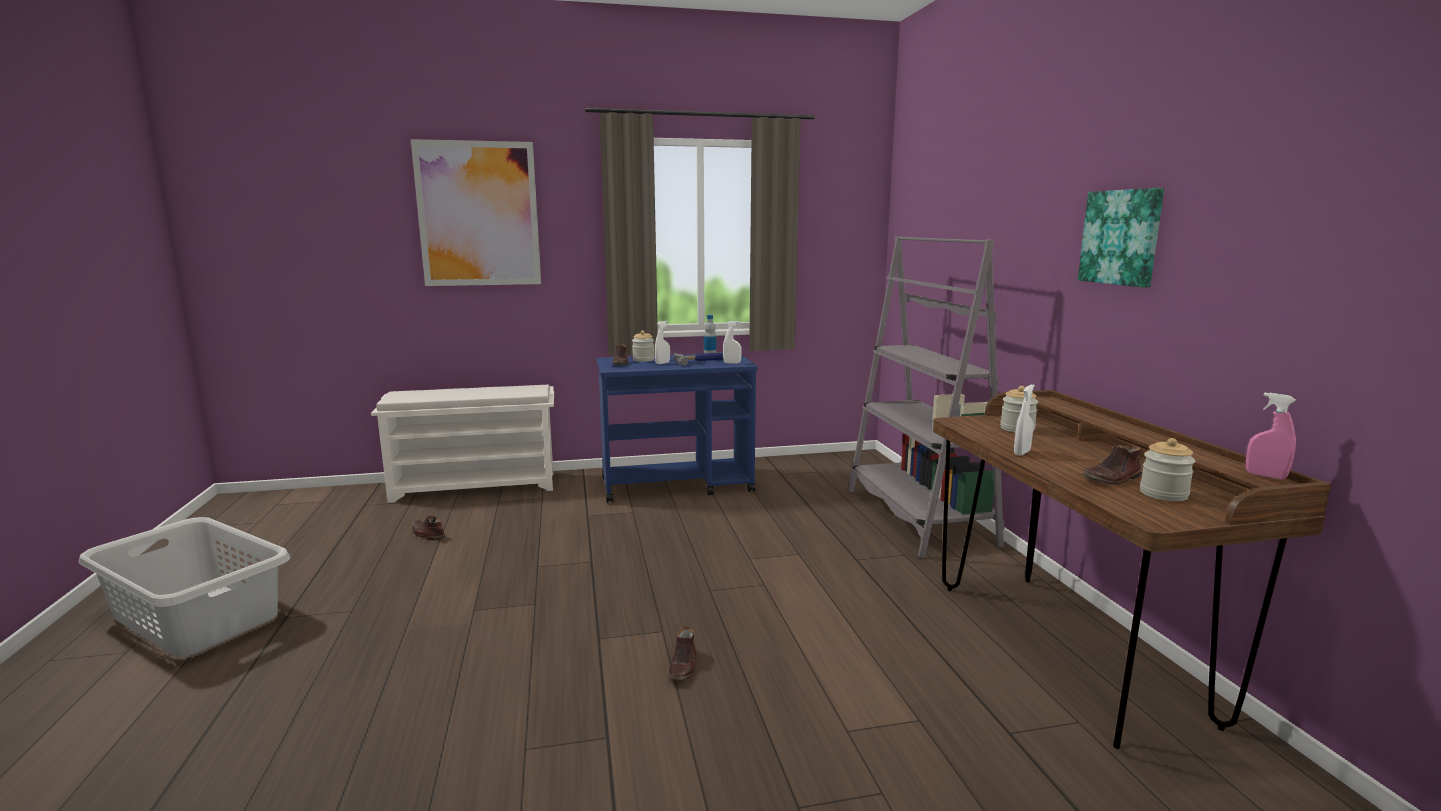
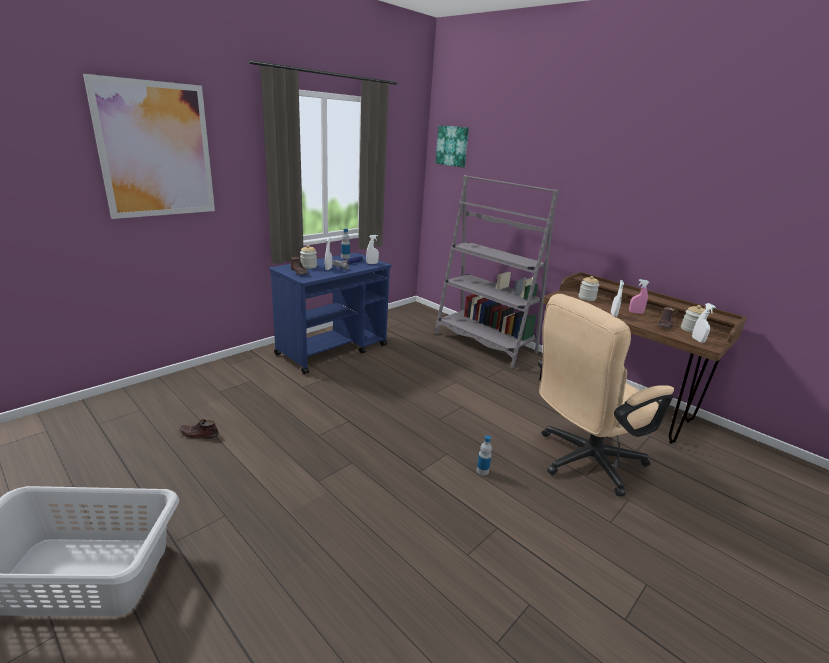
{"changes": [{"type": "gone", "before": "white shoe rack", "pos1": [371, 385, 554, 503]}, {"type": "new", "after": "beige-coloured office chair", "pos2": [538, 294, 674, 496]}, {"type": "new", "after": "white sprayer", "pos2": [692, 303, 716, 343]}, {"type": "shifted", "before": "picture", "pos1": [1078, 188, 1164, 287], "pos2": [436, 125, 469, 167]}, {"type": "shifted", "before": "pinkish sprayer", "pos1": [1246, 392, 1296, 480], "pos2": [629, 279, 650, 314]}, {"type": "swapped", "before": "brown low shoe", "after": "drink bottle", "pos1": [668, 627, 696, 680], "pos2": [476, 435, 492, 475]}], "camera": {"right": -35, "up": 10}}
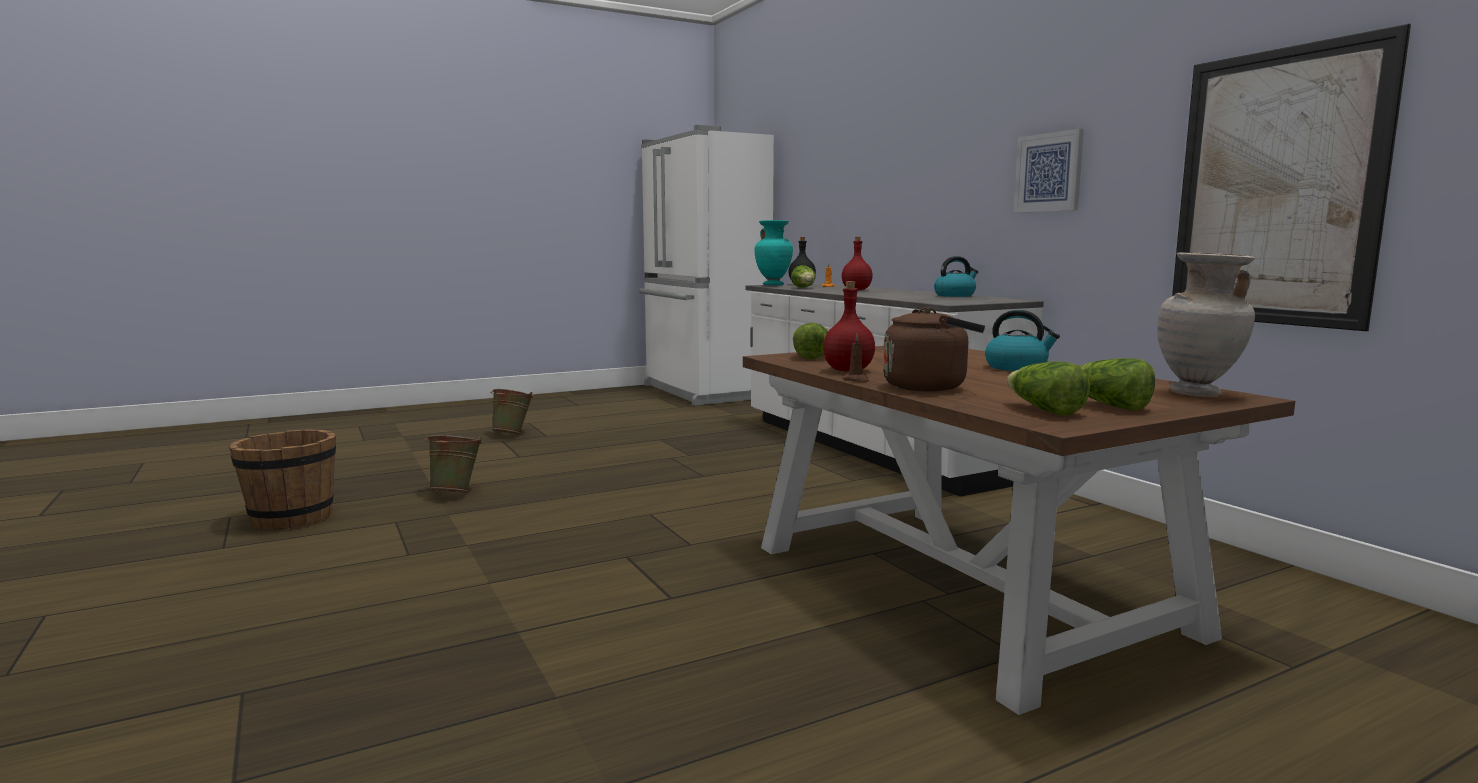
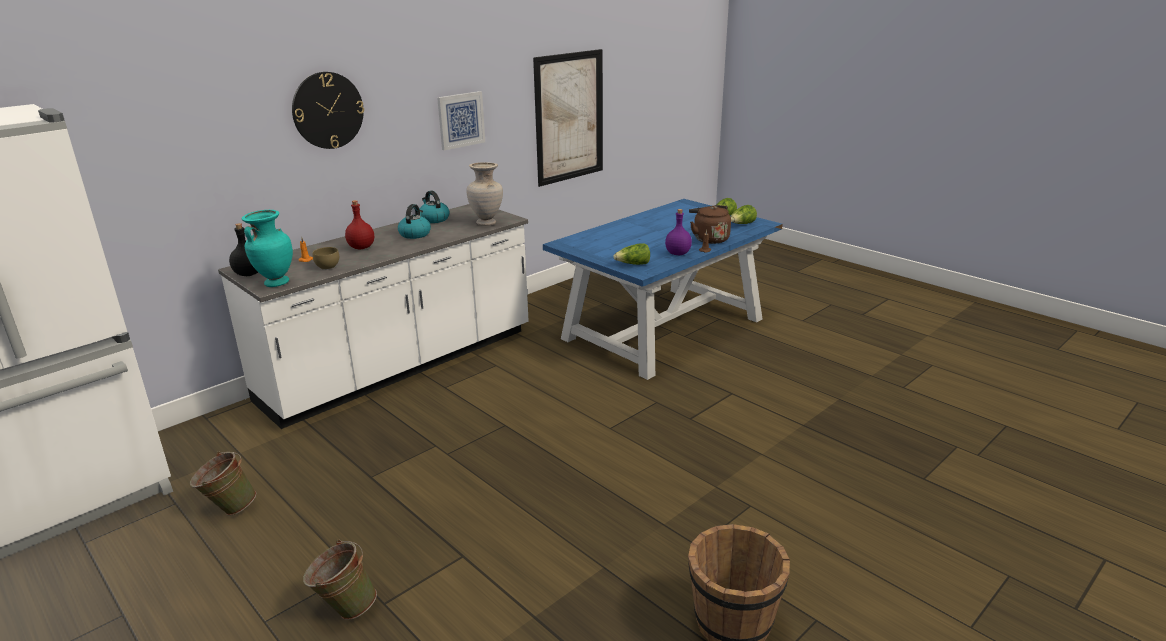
{"changes": [{"type": "new", "after": "hanging clock", "pos2": [292, 72, 364, 149]}, {"type": "shifted", "before": "green-coloured bucket", "pos1": [425, 435, 482, 492], "pos2": [190, 452, 257, 516]}, {"type": "shifted", "before": "tea kettle", "pos1": [985, 310, 1060, 371], "pos2": [398, 204, 431, 239]}, {"type": "shifted", "before": "beige-coloured decorative vase", "pos1": [1157, 252, 1255, 397], "pos2": [467, 162, 503, 226]}, {"type": "swapped", "before": "lettuce head", "after": "brown serving bowl", "pos1": [791, 265, 816, 288], "pos2": [312, 247, 339, 270]}, {"type": "repainted", "before": "brown dinner table", "after": "blue dinner table", "pos1": [743, 346, 1295, 715], "pos2": [543, 199, 783, 380]}, {"type": "repainted", "before": "reddish drink bottle", "after": "purple-coloured drink bottle", "pos1": [823, 281, 875, 372], "pos2": [665, 209, 692, 255]}], "camera": {"right": -105, "up": 15}}
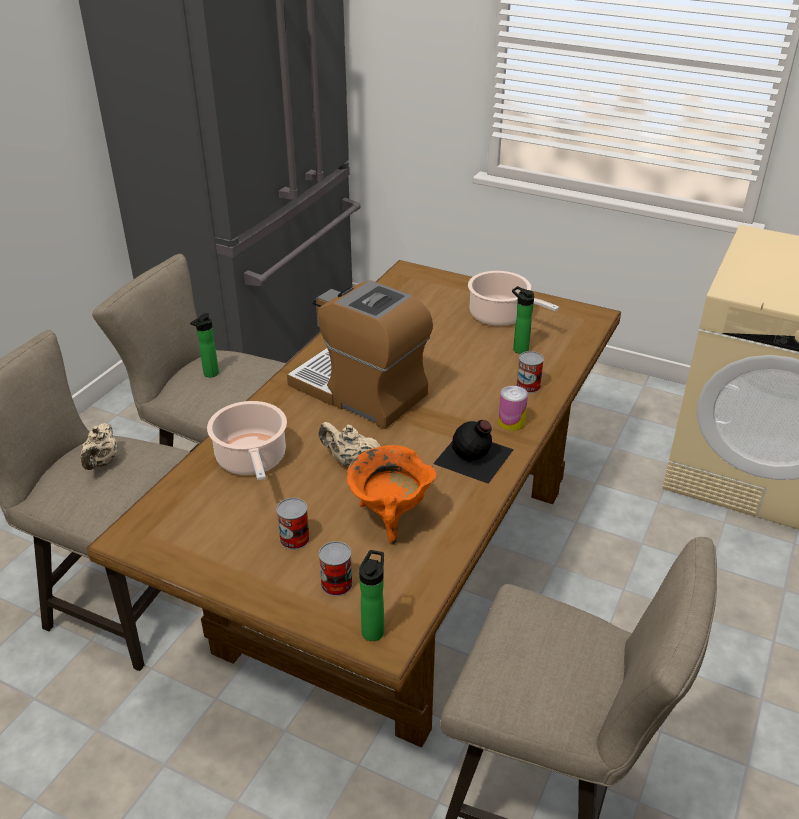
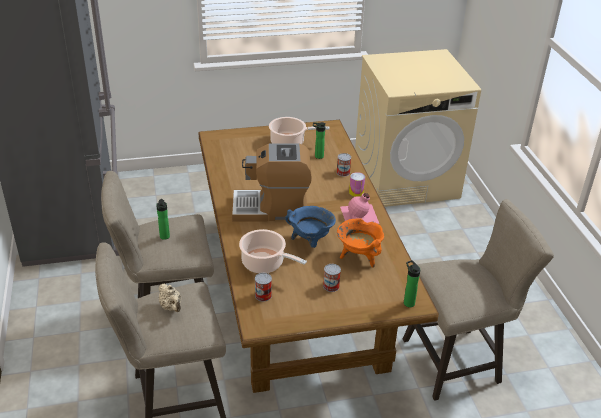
{"changes": [{"type": "shifted", "before": "can", "pos1": [319, 541, 353, 596], "pos2": [255, 273, 272, 302]}, {"type": "swapped", "before": "beige-coloured tea pot", "after": "blue saucepot", "pos1": [319, 422, 381, 467], "pos2": [285, 206, 336, 248]}, {"type": "repainted", "before": "blackish drink bottle", "after": "pinkish drink bottle", "pos1": [433, 420, 514, 484], "pos2": [340, 193, 379, 224]}], "camera": {"right": -40, "up": 0}}
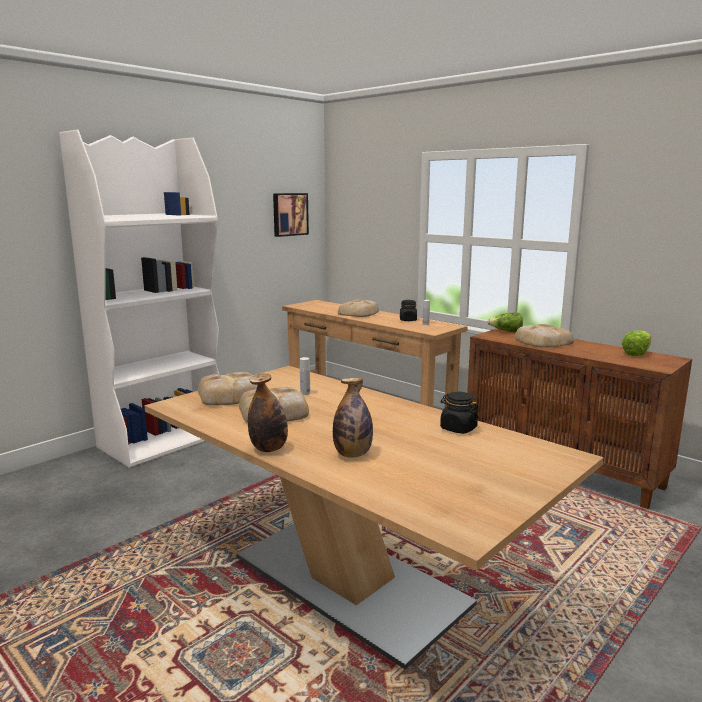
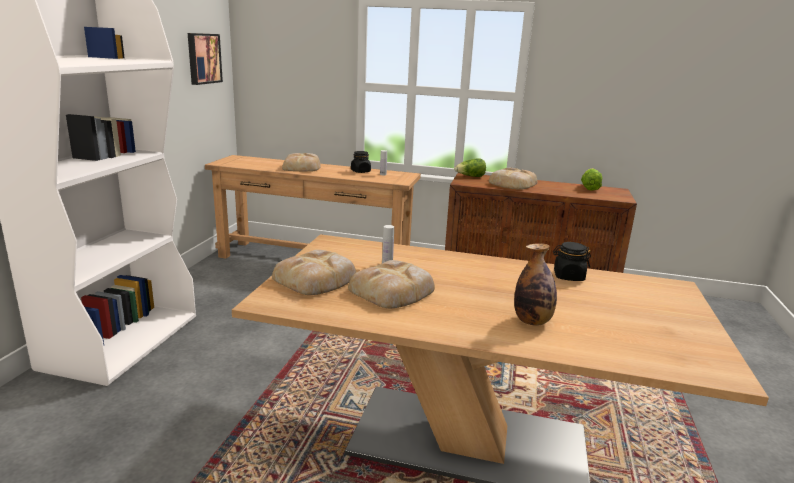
{"changes": [{"type": "gone", "before": "drink bottle", "pos1": [248, 373, 288, 452]}], "camera": {"right": -30, "up": 5}}
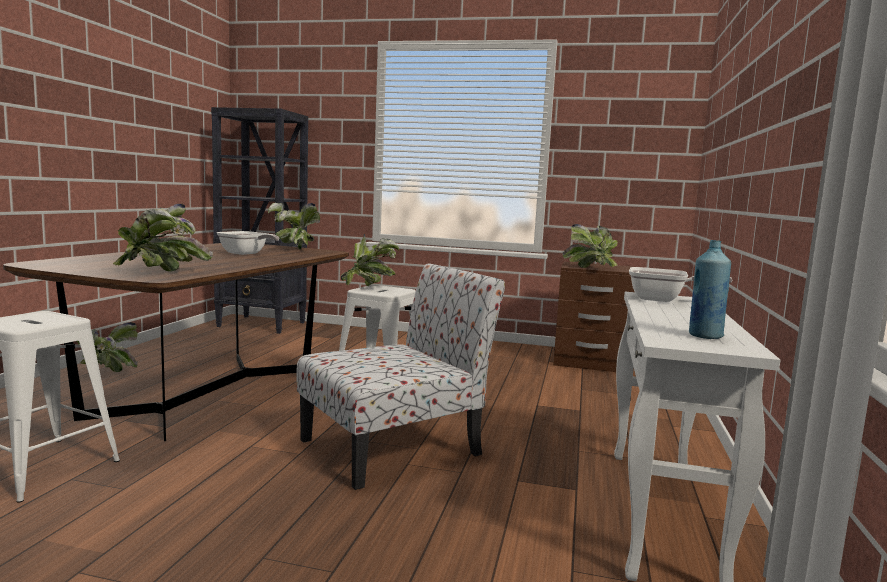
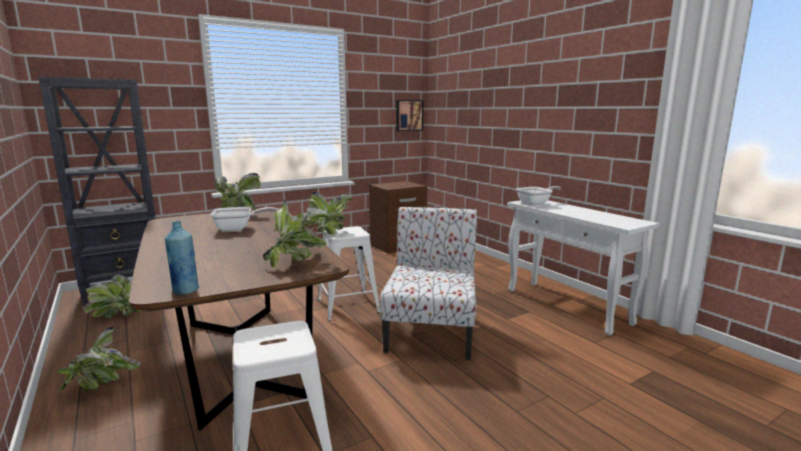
{"changes": [{"type": "new", "after": "picture", "pos2": [396, 100, 423, 131]}, {"type": "shifted", "before": "plant in a pot", "pos1": [562, 224, 618, 268], "pos2": [83, 274, 141, 318]}, {"type": "shifted", "before": "blue drink bottle", "pos1": [689, 240, 731, 339], "pos2": [165, 221, 199, 295]}], "camera": {"right": -45, "up": 5}}
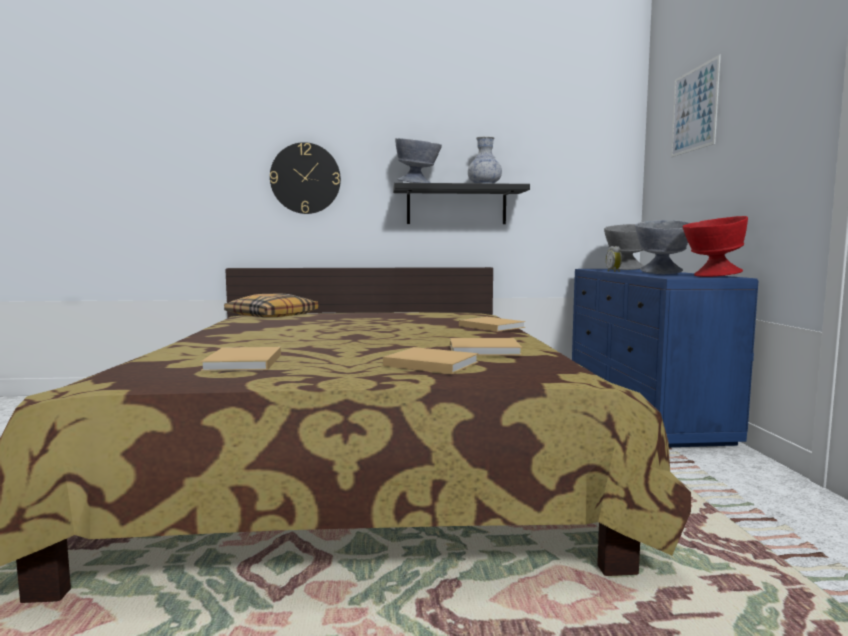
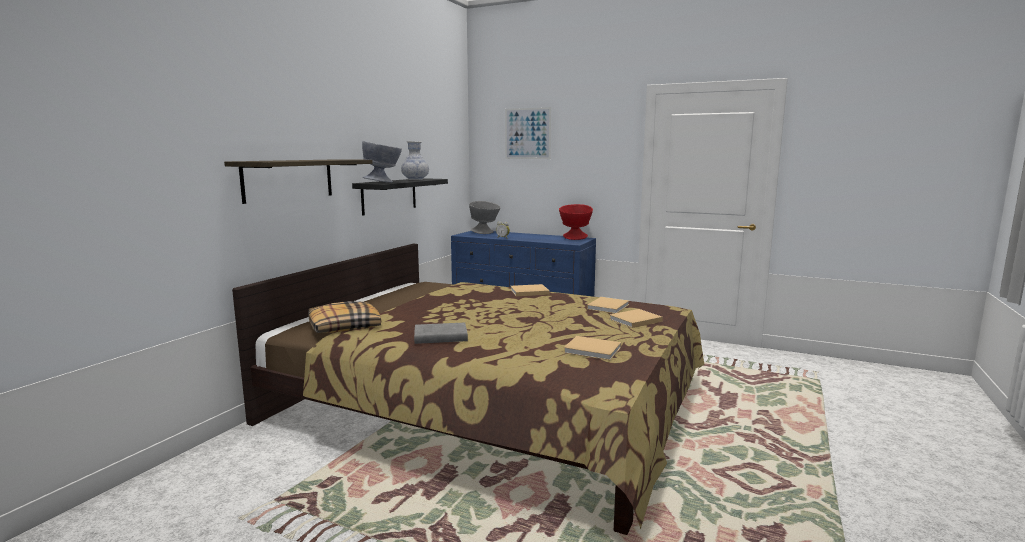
{"changes": [{"type": "gone", "before": "grey serving bowl", "pos1": [635, 220, 690, 274]}, {"type": "new", "after": "grey volume", "pos2": [414, 322, 468, 344]}, {"type": "swapped", "before": "hanging clock", "after": "bracket shelf", "pos1": [270, 142, 341, 214], "pos2": [224, 159, 372, 204]}], "camera": {"right": -60, "up": 5}}
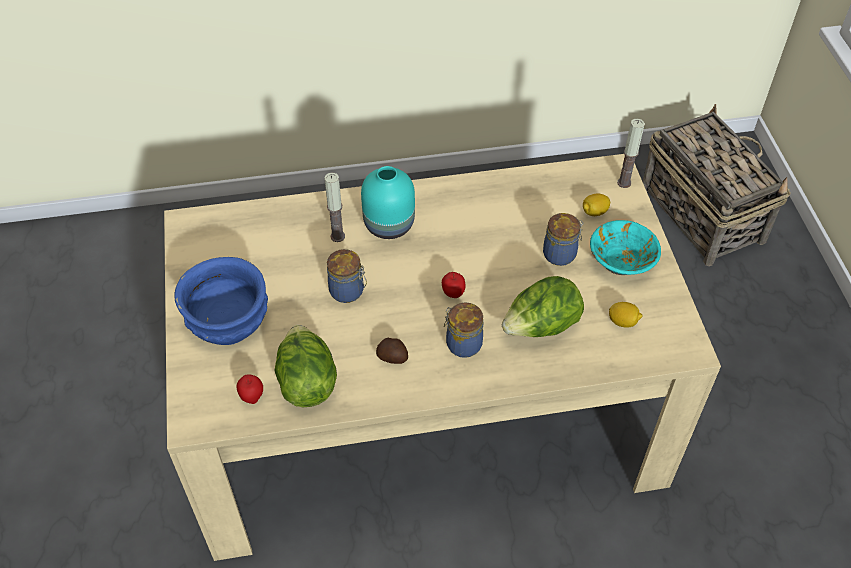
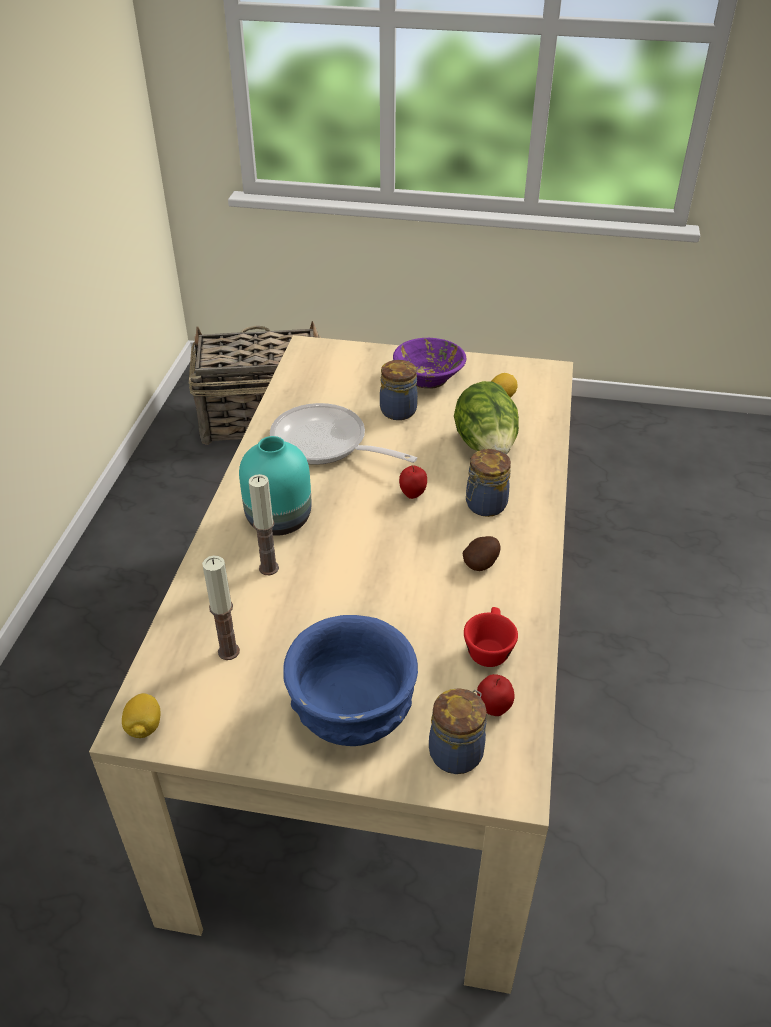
{"changes": [{"type": "new", "after": "frying pan", "pos2": [270, 403, 417, 465]}, {"type": "shifted", "before": "preserve jar", "pos1": [327, 249, 367, 303], "pos2": [429, 688, 487, 774]}, {"type": "shifted", "before": "lemon", "pos1": [583, 194, 610, 216], "pos2": [122, 693, 161, 738]}, {"type": "shifted", "before": "candle", "pos1": [617, 119, 645, 188], "pos2": [202, 555, 240, 660]}, {"type": "swapped", "before": "lettuce head", "after": "reddish small cup", "pos1": [275, 325, 337, 407], "pos2": [464, 607, 518, 667]}, {"type": "repainted", "before": "blue-green serving bowl", "after": "purple-coloured serving bowl", "pos1": [590, 220, 661, 275], "pos2": [393, 338, 466, 389]}], "camera": {"right": -70, "up": -10}}
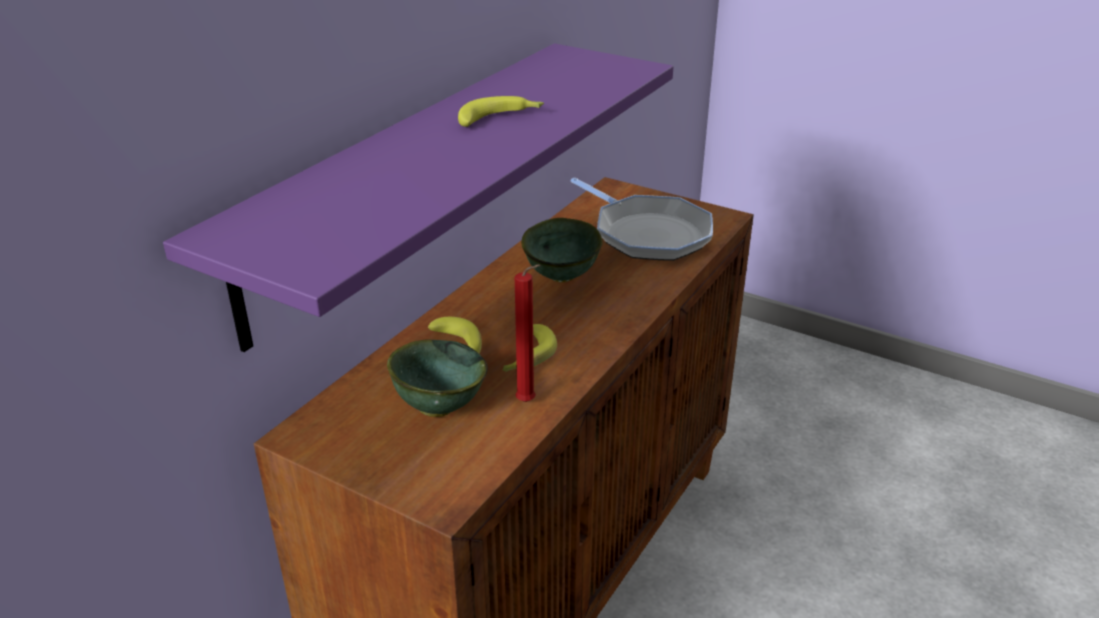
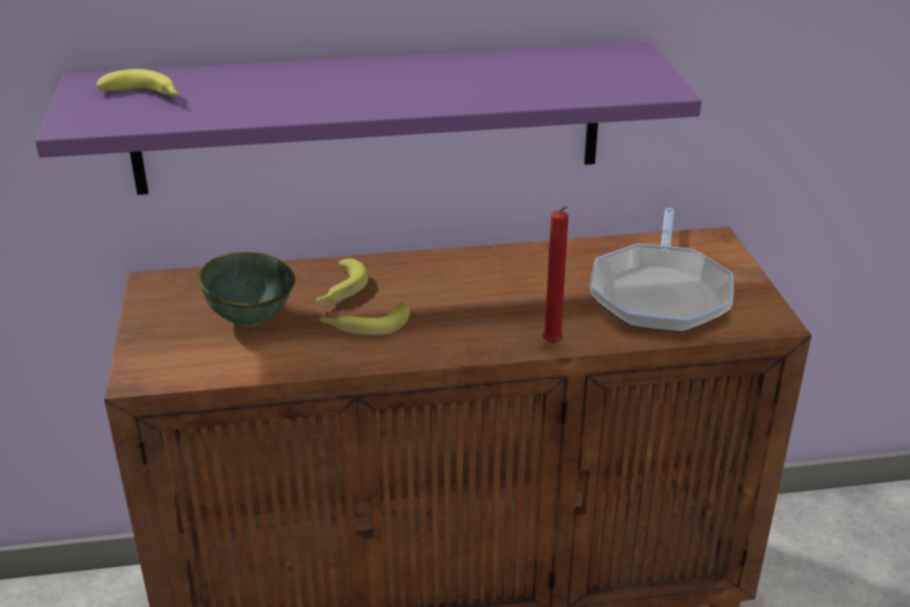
{"changes": [{"type": "gone", "before": "green-coloured serving bowl", "pos1": [521, 218, 603, 282]}, {"type": "shifted", "before": "banana", "pos1": [458, 96, 544, 127], "pos2": [97, 69, 179, 97]}, {"type": "shifted", "before": "reddish candle", "pos1": [515, 264, 541, 402], "pos2": [543, 206, 569, 344]}], "camera": {"right": 50, "up": 0}}
